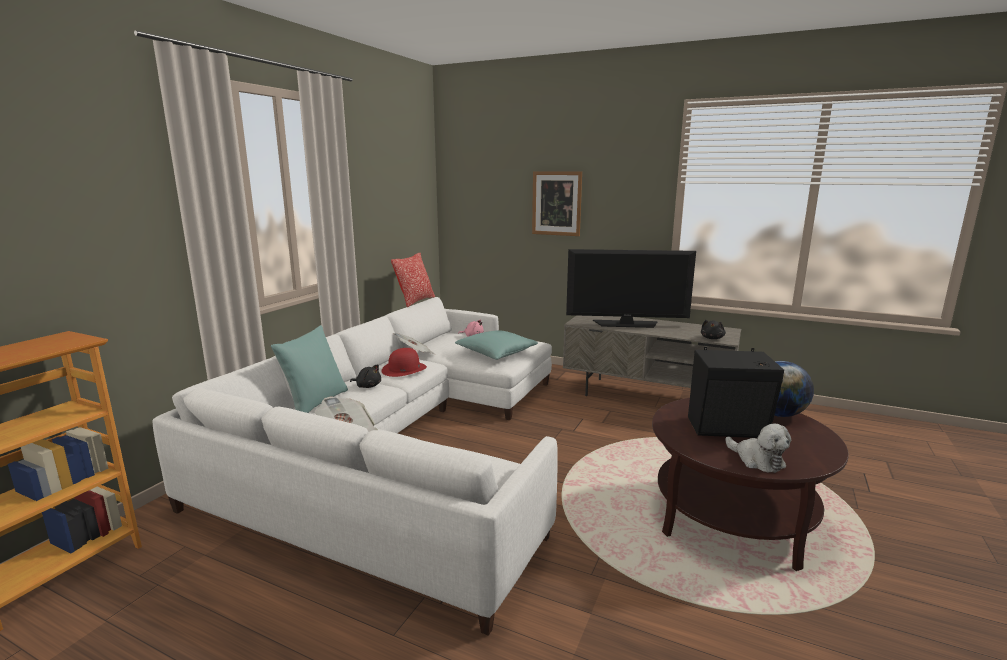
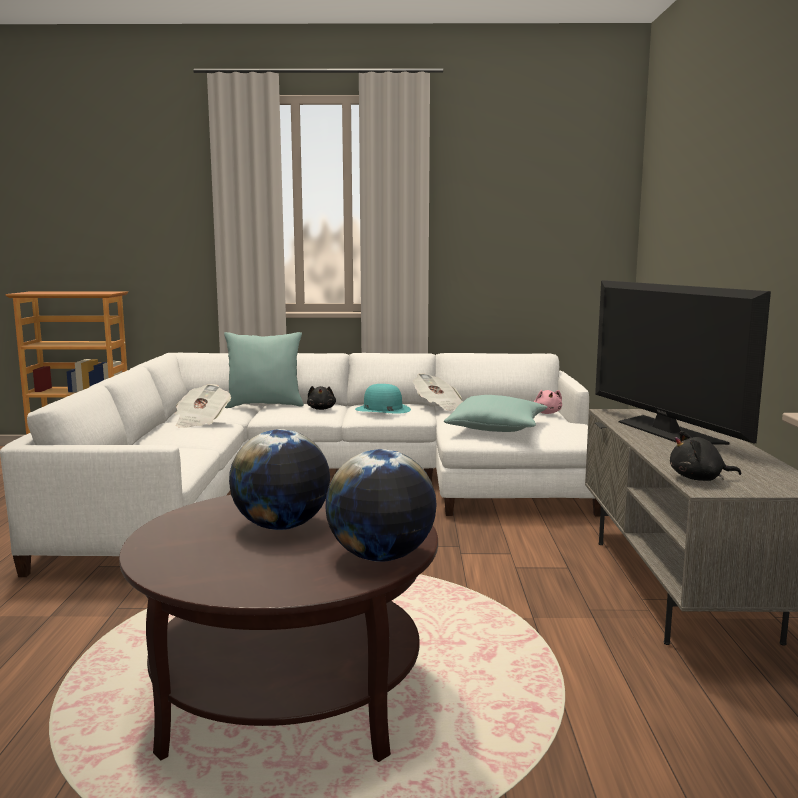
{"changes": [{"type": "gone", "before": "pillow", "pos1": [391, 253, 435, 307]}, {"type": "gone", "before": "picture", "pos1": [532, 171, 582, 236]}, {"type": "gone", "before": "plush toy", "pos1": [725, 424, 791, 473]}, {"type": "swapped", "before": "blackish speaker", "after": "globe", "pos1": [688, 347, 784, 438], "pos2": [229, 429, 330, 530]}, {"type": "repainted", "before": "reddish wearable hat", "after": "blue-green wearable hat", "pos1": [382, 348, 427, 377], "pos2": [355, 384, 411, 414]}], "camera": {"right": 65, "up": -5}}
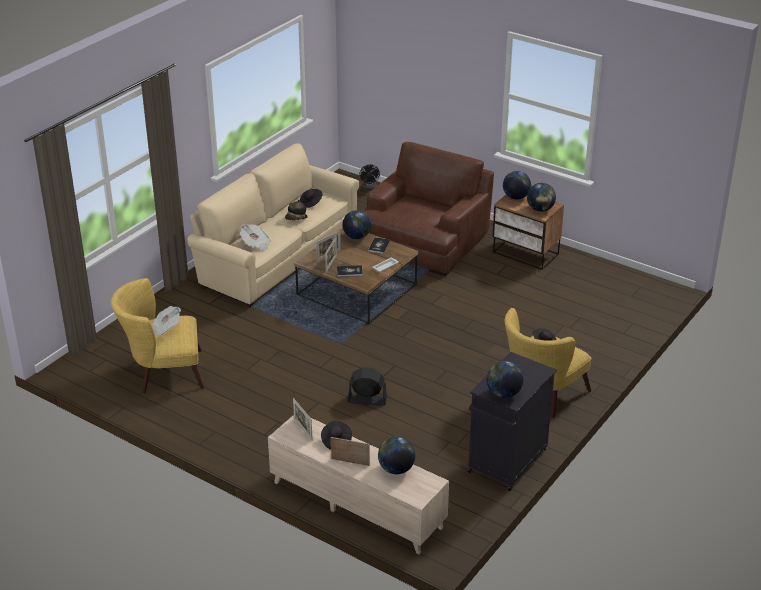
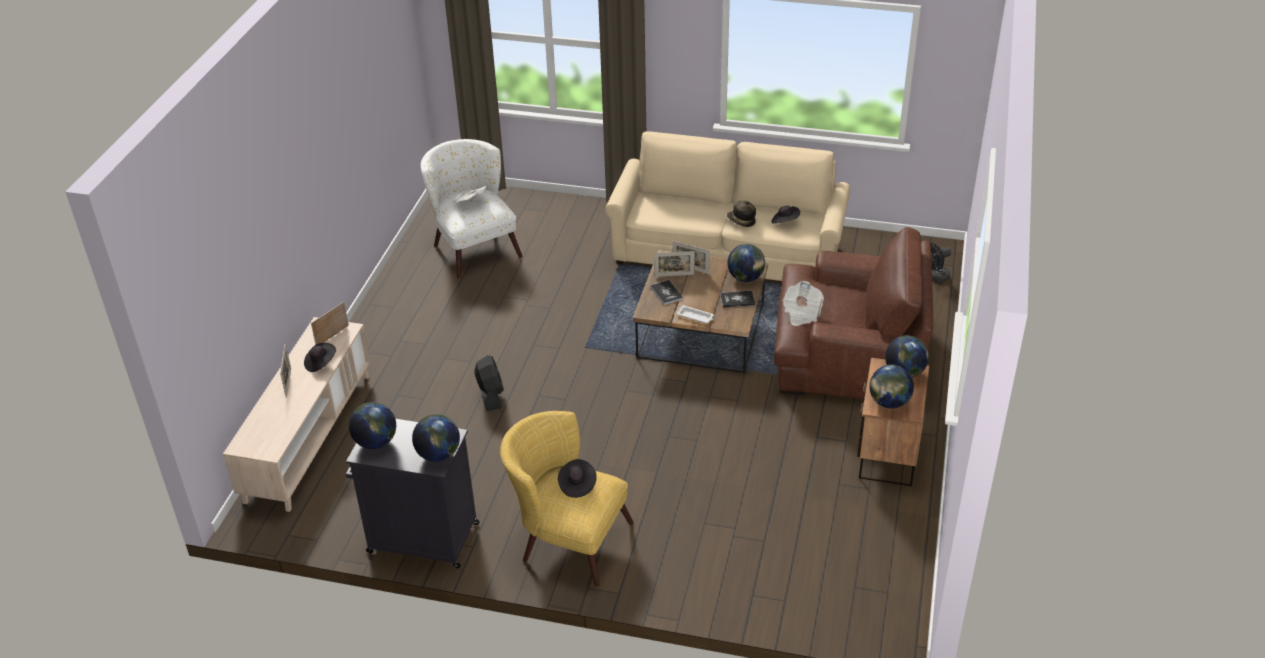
{"changes": [{"type": "shifted", "before": "daily paper", "pos1": [240, 224, 271, 251], "pos2": [782, 281, 824, 326]}, {"type": "shifted", "before": "globe", "pos1": [378, 437, 415, 474], "pos2": [412, 414, 460, 462]}, {"type": "repainted", "before": "yellowish easy chair", "after": "white easy chair", "pos1": [111, 278, 204, 393], "pos2": [421, 139, 522, 279]}], "camera": {"right": 70, "up": 5}}
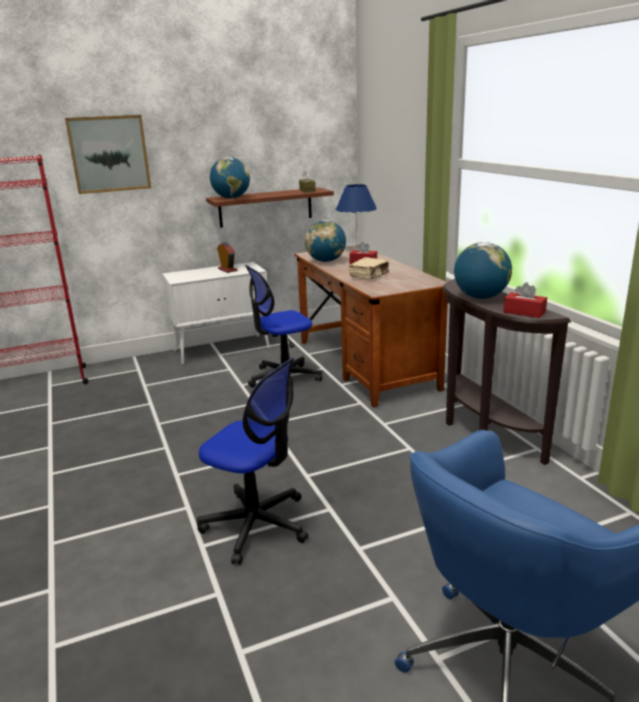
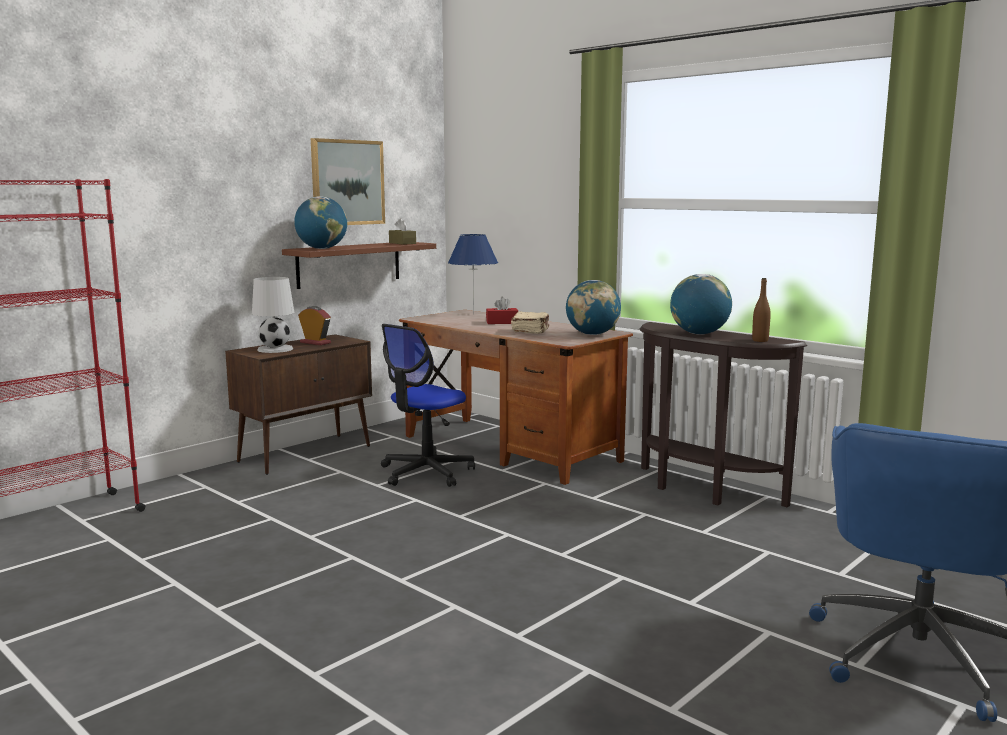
{"changes": [{"type": "gone", "before": "office chair", "pos1": [197, 357, 309, 565]}, {"type": "new", "after": "white tabletop lamp", "pos2": [252, 277, 295, 353]}, {"type": "shifted", "before": "picture", "pos1": [65, 115, 151, 194], "pos2": [311, 138, 385, 225]}, {"type": "shifted", "before": "globe", "pos1": [305, 220, 346, 262], "pos2": [566, 280, 621, 335]}, {"type": "swapped", "before": "reddish tissue box", "after": "brown drink bottle", "pos1": [503, 282, 547, 318], "pos2": [752, 278, 771, 342]}, {"type": "repainted", "before": "white cupboard", "after": "brown cupboard", "pos1": [162, 262, 270, 365], "pos2": [225, 334, 372, 475]}], "camera": {"right": -25, "up": -10}}
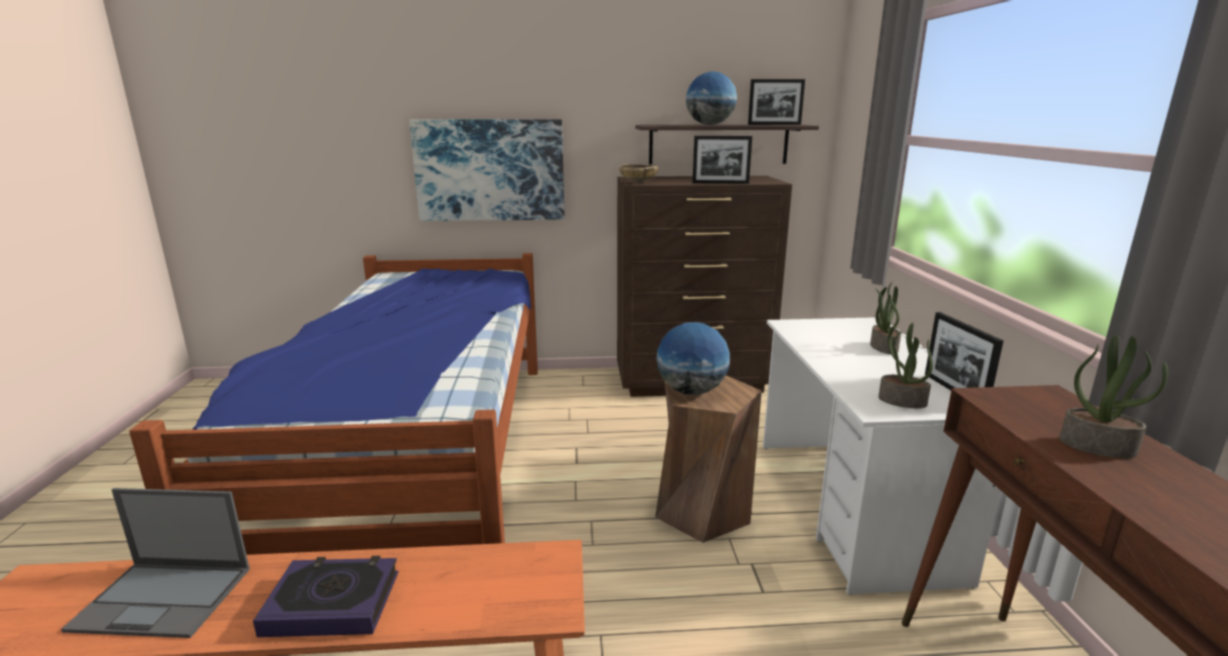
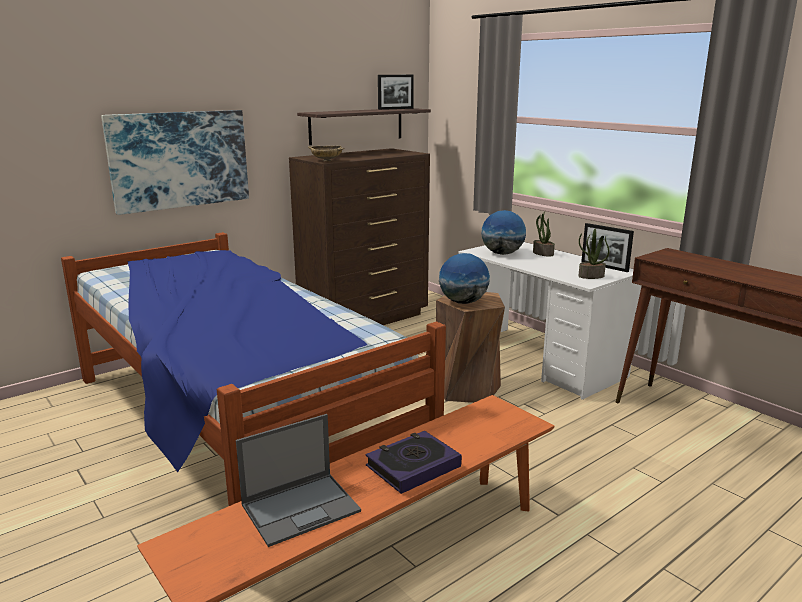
{"changes": [{"type": "gone", "before": "photo frame", "pos1": [692, 136, 752, 184]}, {"type": "gone", "before": "plant in a pot", "pos1": [1060, 335, 1168, 458]}, {"type": "shifted", "before": "globe", "pos1": [686, 71, 737, 125], "pos2": [481, 210, 526, 255]}], "camera": {"right": -35, "up": 0}}
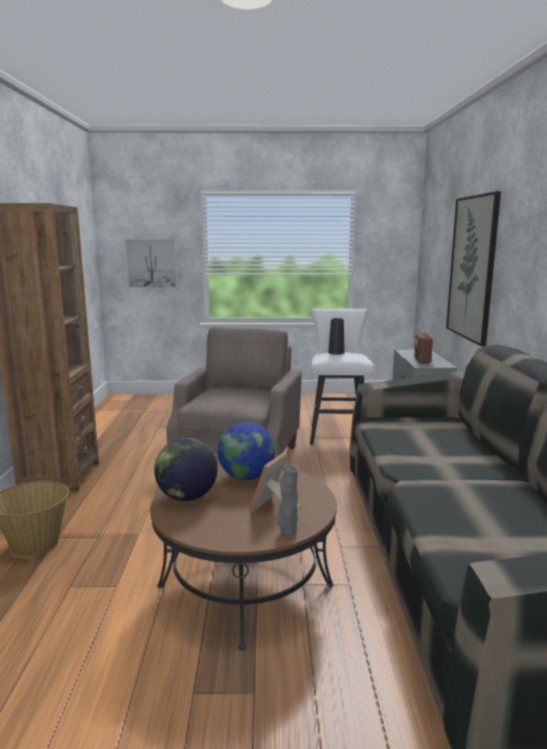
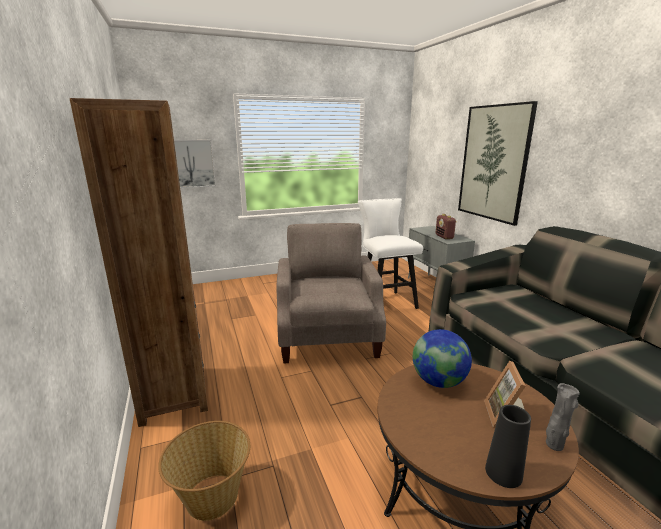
{"changes": [{"type": "gone", "before": "globe", "pos1": [154, 438, 218, 501]}, {"type": "shifted", "before": "blackish decorative vase", "pos1": [328, 318, 345, 355], "pos2": [485, 405, 531, 488]}], "camera": {"right": -20, "up": 5}}
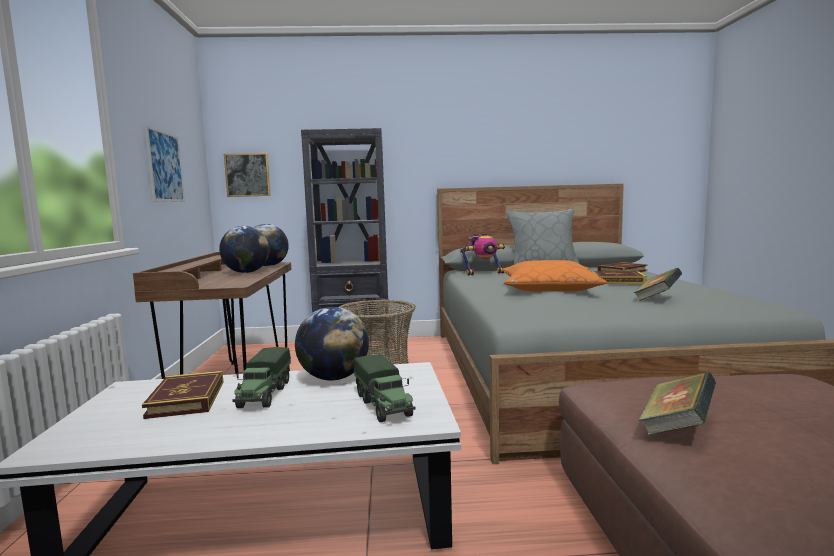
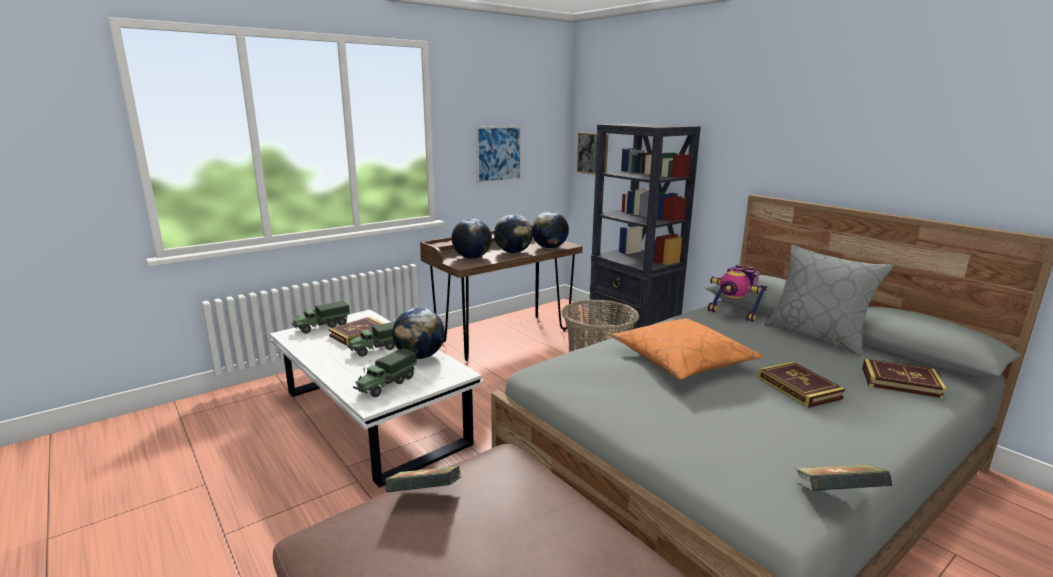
{"changes": [{"type": "new", "after": "model truck", "pos2": [292, 301, 350, 334]}, {"type": "new", "after": "globe", "pos2": [452, 218, 492, 259]}, {"type": "shifted", "before": "volume", "pos1": [634, 268, 682, 301], "pos2": [795, 464, 892, 491]}], "camera": {"right": 55, "up": 10}}
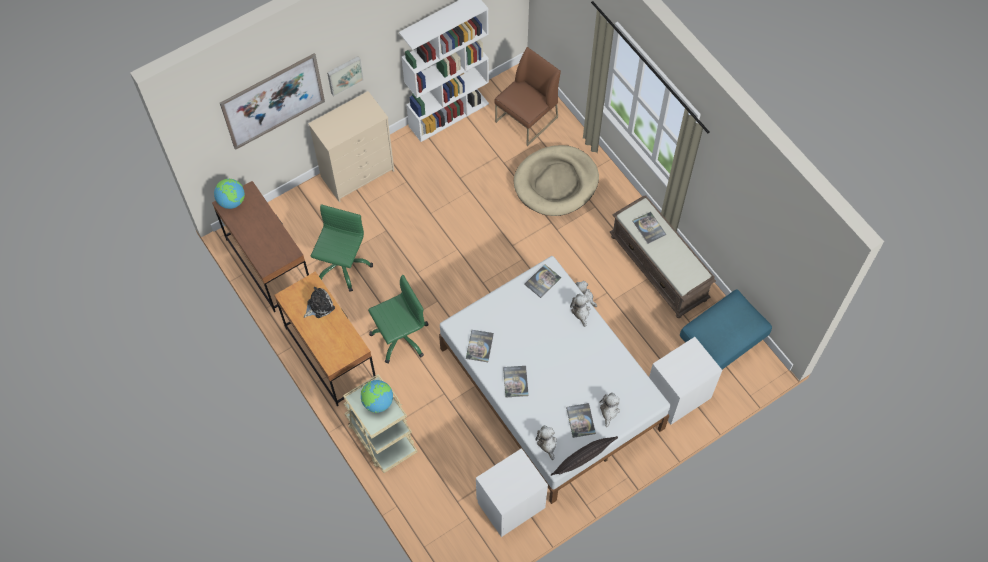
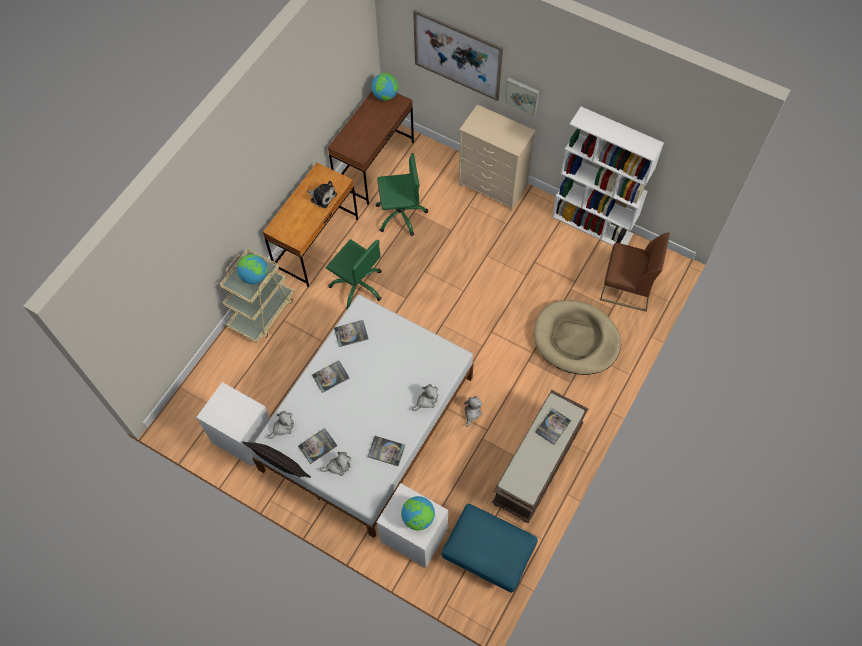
{"changes": [{"type": "new", "after": "globe", "pos2": [401, 496, 435, 531]}, {"type": "shifted", "before": "volume", "pos1": [524, 264, 561, 298], "pos2": [367, 436, 405, 466]}], "camera": {"right": 65, "up": 0}}
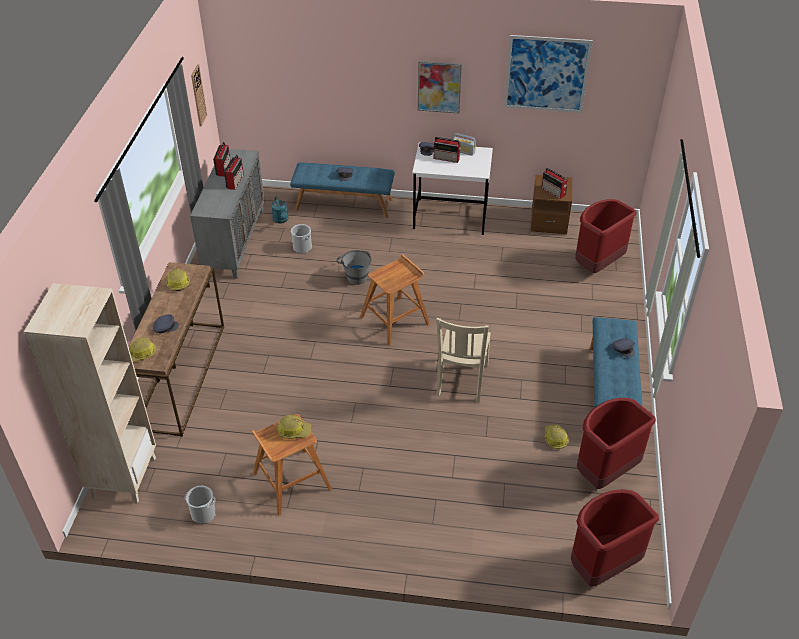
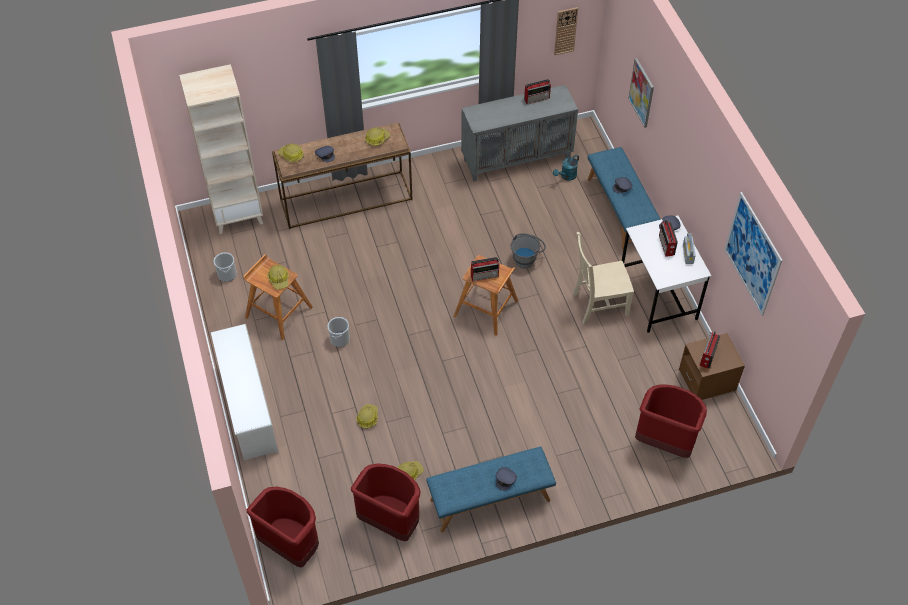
{"changes": [{"type": "new", "after": "white shoe rack", "pos2": [211, 324, 278, 460]}, {"type": "new", "after": "hard hat", "pos2": [356, 404, 378, 429]}, {"type": "shifted", "before": "radio set", "pos1": [224, 154, 244, 190], "pos2": [471, 257, 500, 282]}, {"type": "shifted", "before": "bucket", "pos1": [291, 224, 312, 254], "pos2": [328, 317, 350, 347]}, {"type": "shifted", "before": "picture", "pos1": [418, 61, 462, 113], "pos2": [628, 58, 654, 128]}, {"type": "shifted", "before": "beige-coloured chair", "pos1": [436, 318, 491, 402], "pos2": [573, 232, 634, 324]}], "camera": {"right": 65, "up": 10}}
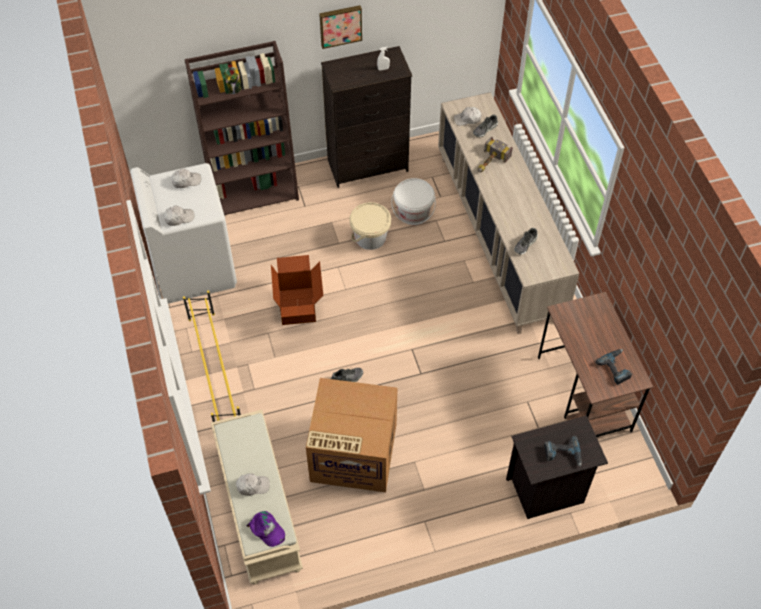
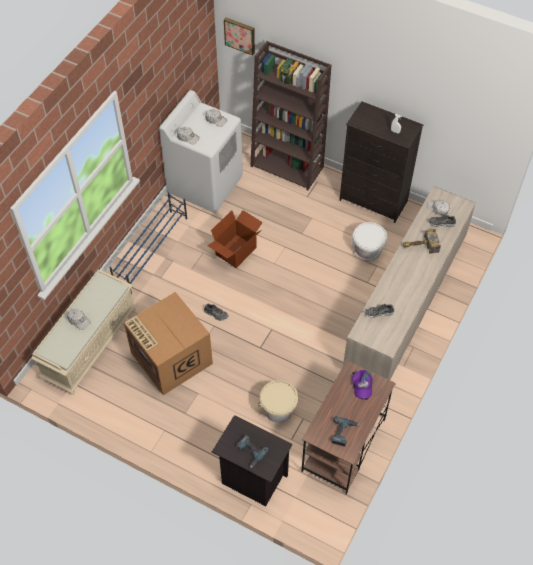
{"changes": [{"type": "shifted", "before": "purple-coloured baseball cap", "pos1": [246, 511, 285, 547], "pos2": [352, 370, 373, 400]}, {"type": "shifted", "before": "picture", "pos1": [319, 5, 362, 49], "pos2": [224, 18, 255, 56]}, {"type": "shifted", "before": "beige-coloured bucket", "pos1": [350, 202, 391, 250], "pos2": [258, 380, 298, 423]}, {"type": "repainted", "before": "yellowish shoe rack", "after": "blue shoe rack", "pos1": [183, 291, 241, 422], "pos2": [109, 192, 188, 294]}], "camera": {"right": 45, "up": 0}}
